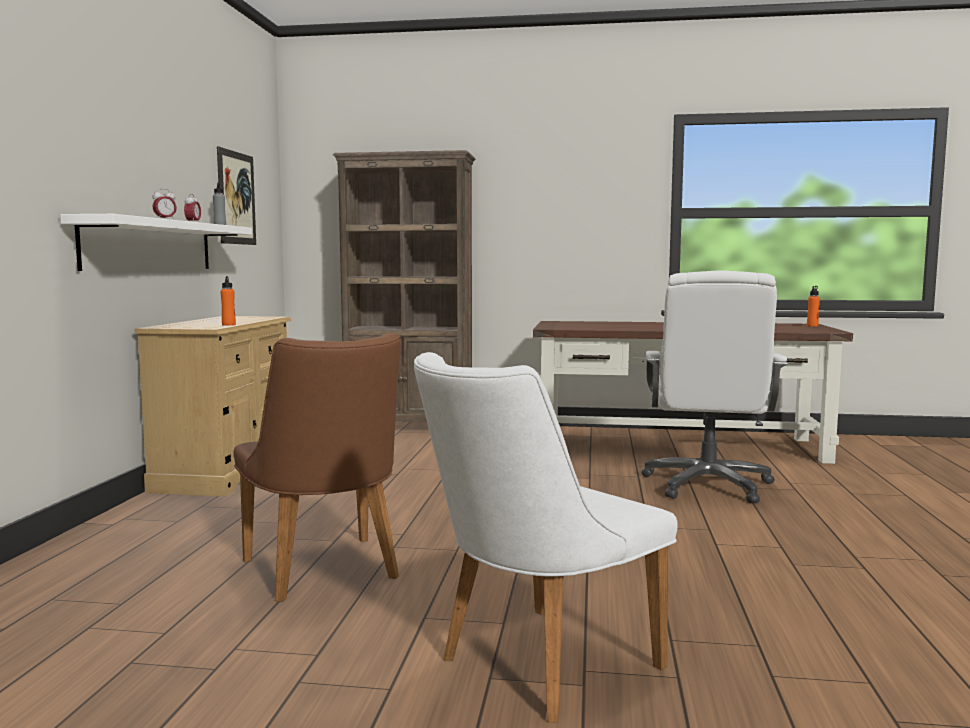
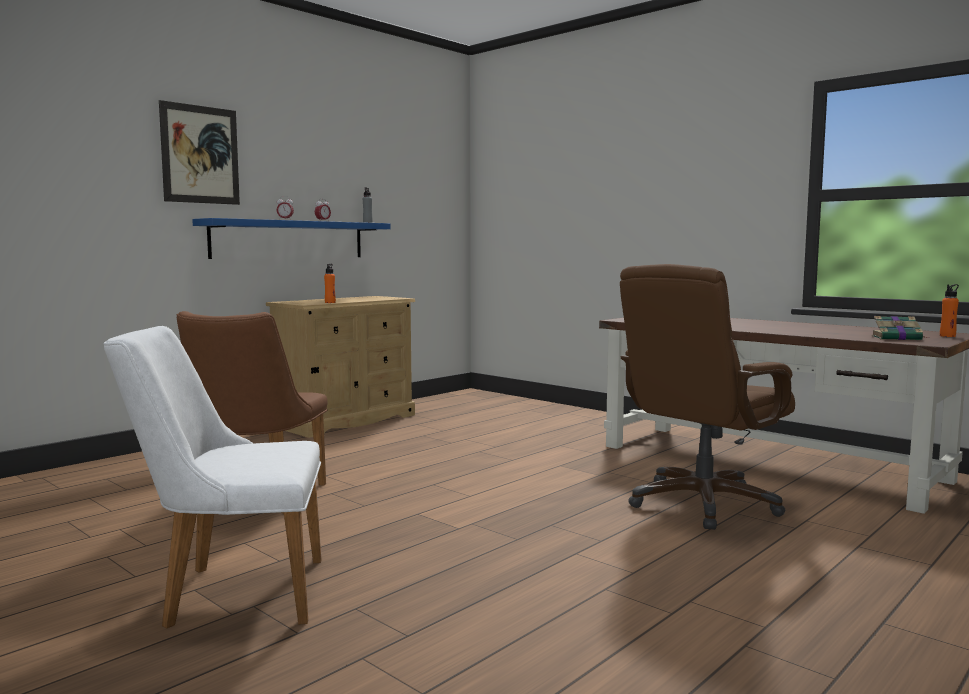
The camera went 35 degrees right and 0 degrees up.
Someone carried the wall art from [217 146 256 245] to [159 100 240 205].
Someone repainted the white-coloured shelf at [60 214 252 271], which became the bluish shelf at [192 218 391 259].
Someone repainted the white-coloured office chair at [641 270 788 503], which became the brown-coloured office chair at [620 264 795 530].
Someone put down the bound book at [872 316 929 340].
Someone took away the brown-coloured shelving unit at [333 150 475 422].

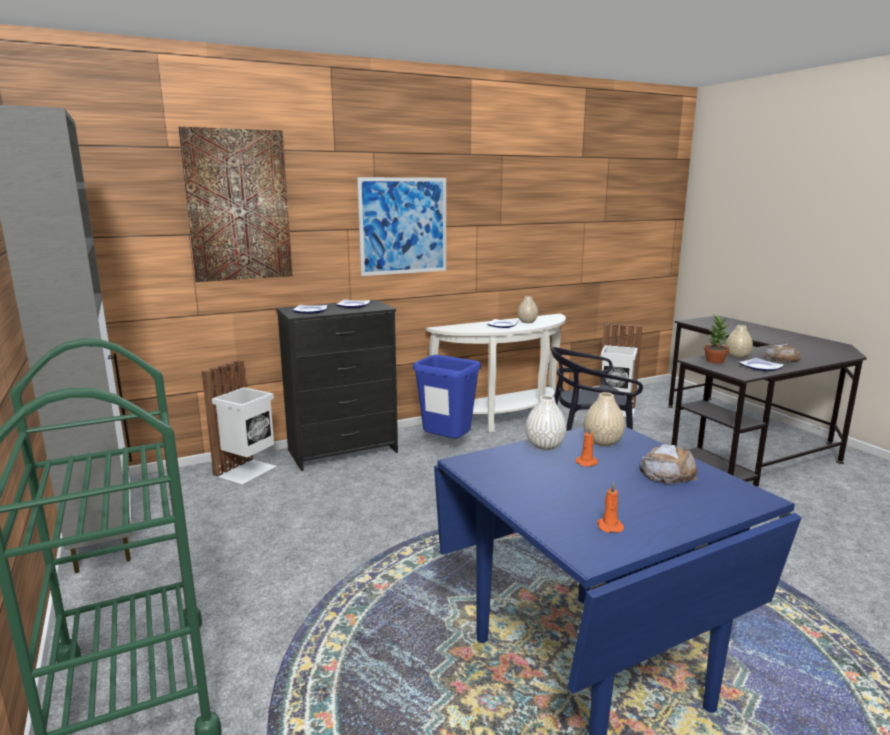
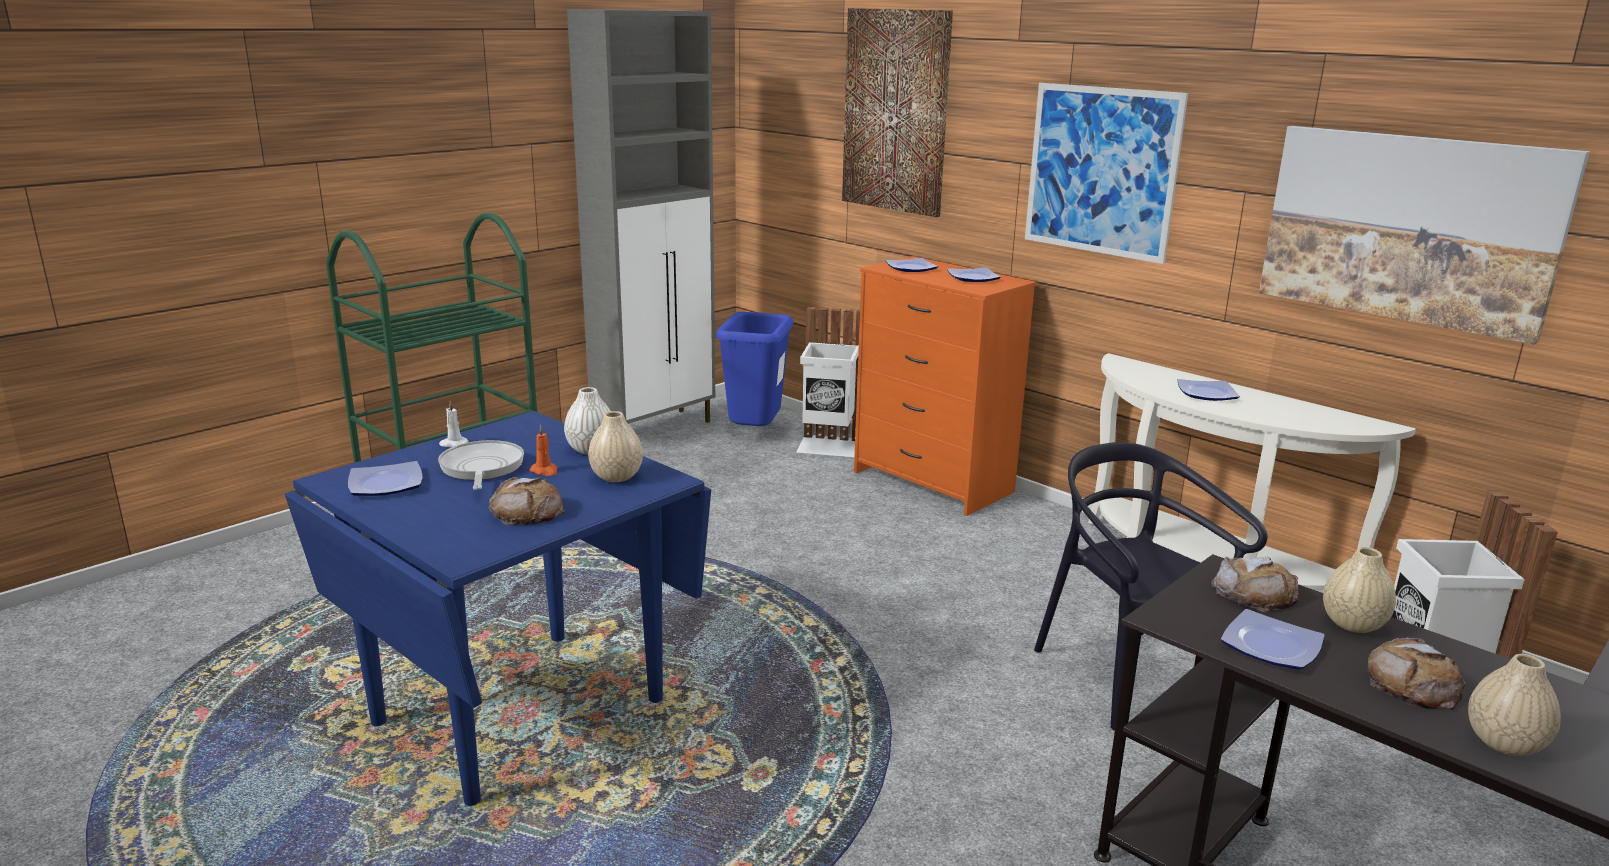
The camera went 70 degrees right and 5 degrees up.
Someone swapped the orangey wax candle at [597 481 624 532] for the dinner plate at [348 461 423 496].
Someone put down the skillet at [438 440 524 490].
Someone put down the white-coloured wax candle at [439 400 469 447].
Someone carried the bluish waste bin from [413 355 481 438] to [716 312 793 426].
Someone repainted the blackish drawer chest at [276 300 398 471], which became the orangey drawer chest at [854 256 1037 516].
Someone swapped the houseplant at [704 314 730 364] for the bakery bread at [1211 557 1298 612].
Someone put up the wall art at [1259 126 1590 345].
Someone carried the beige flower vase from [517 296 538 323] to [1468 654 1561 756].

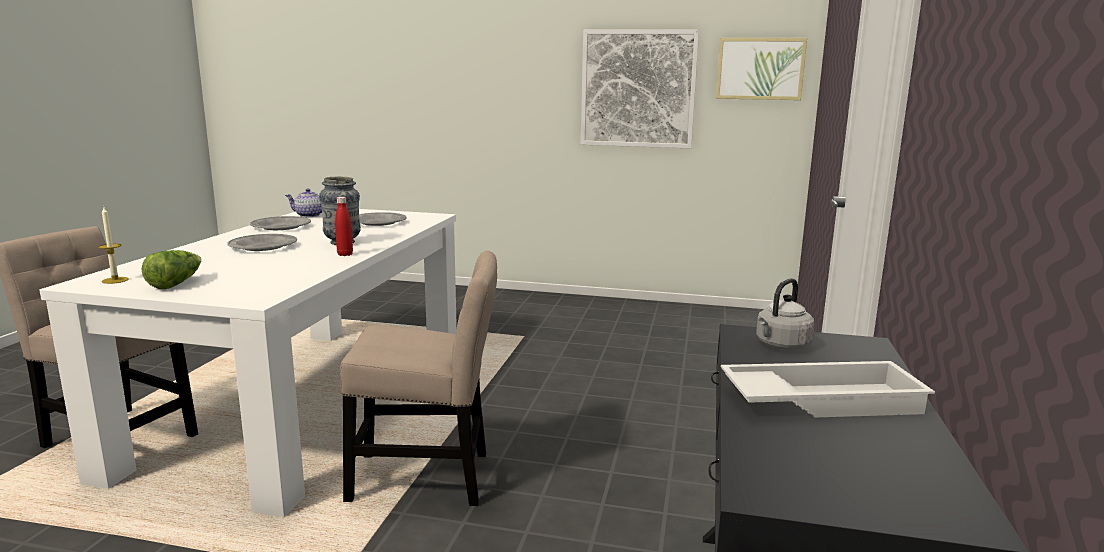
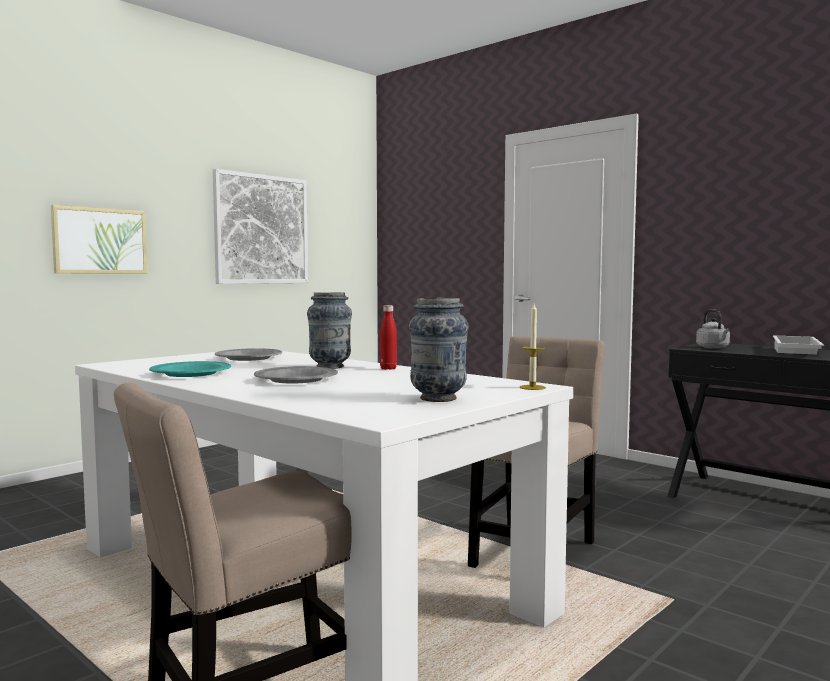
The camera went 60 degrees left and 10 degrees down.
Someone carried the wall art from [716 38 807 100] to [51 205 147 274].
Someone repainted the grey dinner plate at [250 216 311 230], which became the blue-green dinner plate at [149 361 231 377].
Someone swapped the lettuce head at [141 250 201 289] for the flower vase at [409 298 469 402].
Someone carried the wax candle from [98 207 129 284] to [519 304 546 390].
Someone took away the pot for tea at [285 189 322 217].

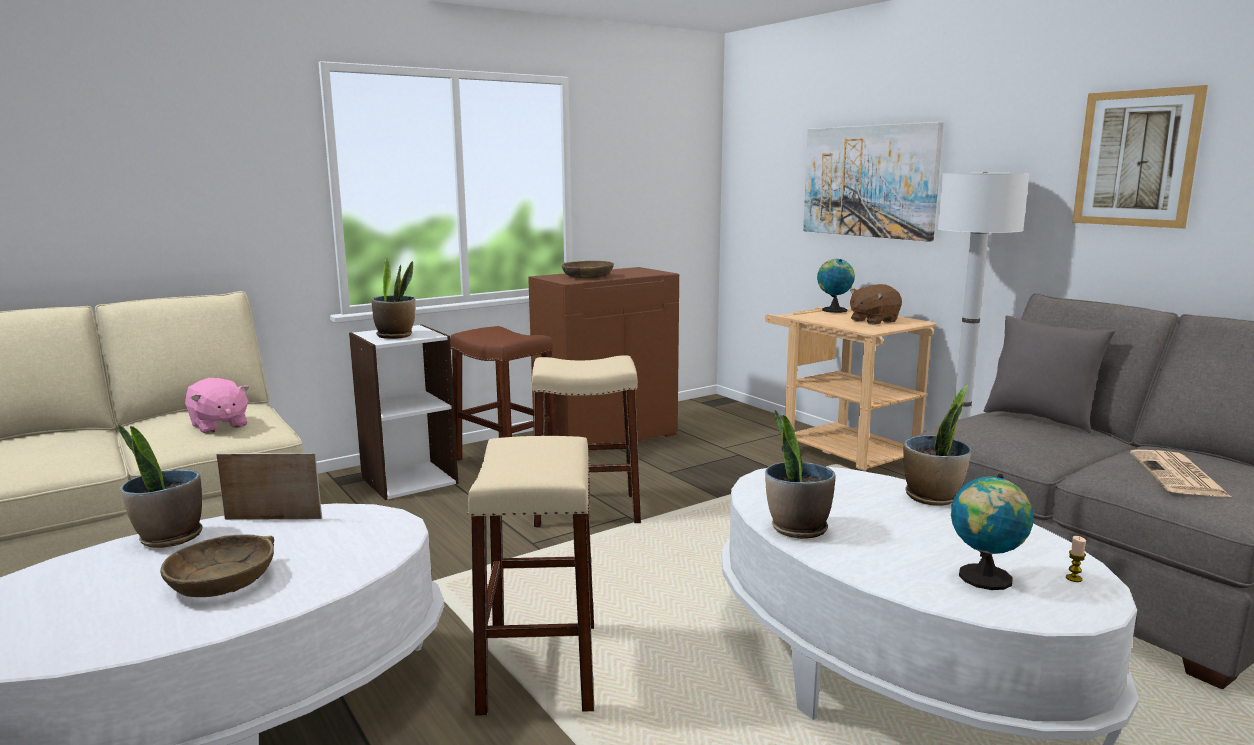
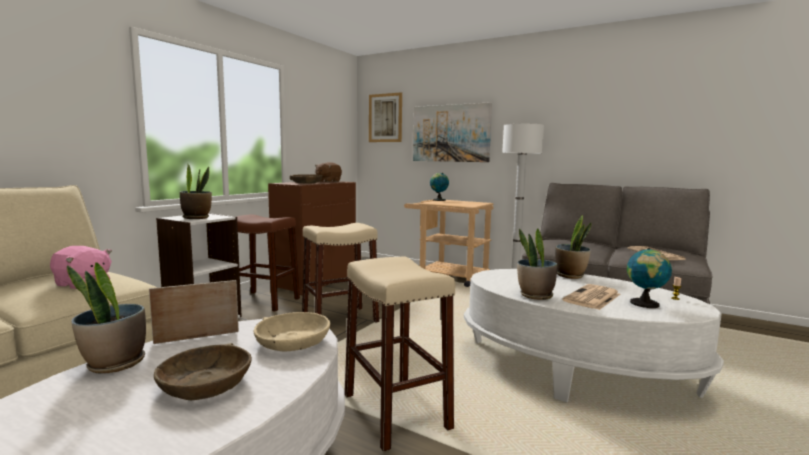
The camera went 25 degrees left and 5 degrees down.
Someone put down the beige deep dish at [253 312 330 351].
Someone carried the brown-coloured plush toy from [850 284 902 325] to [315 162 342 182].
Someone carried the wall art from [1072 85 1208 229] to [369 92 402 142].
Someone put down the printed paper at [562 284 620 310].
Someone took away the grey pillow at [984 315 1116 433].

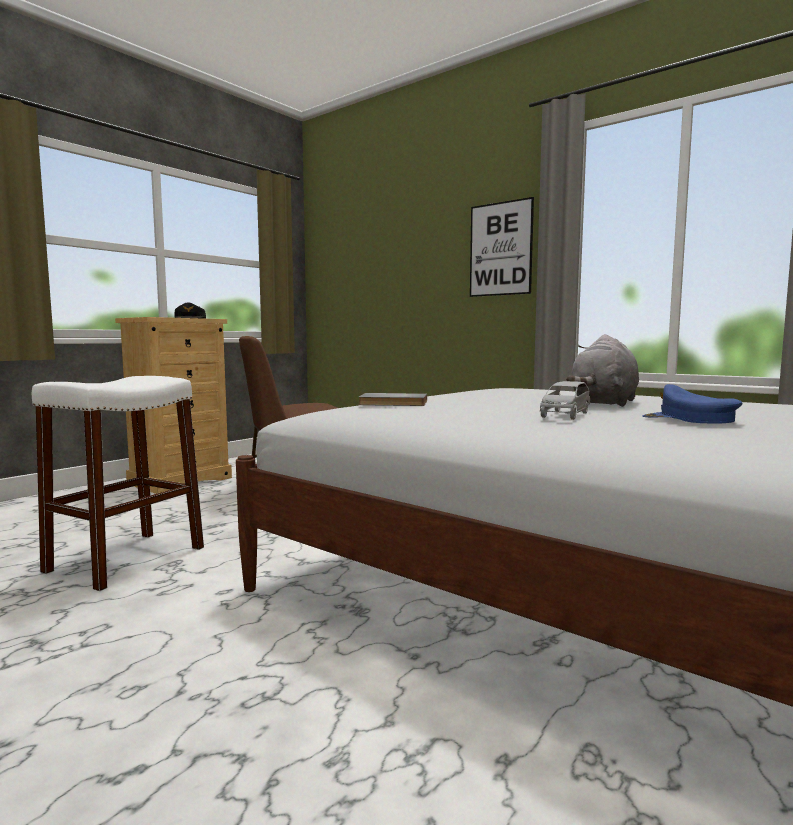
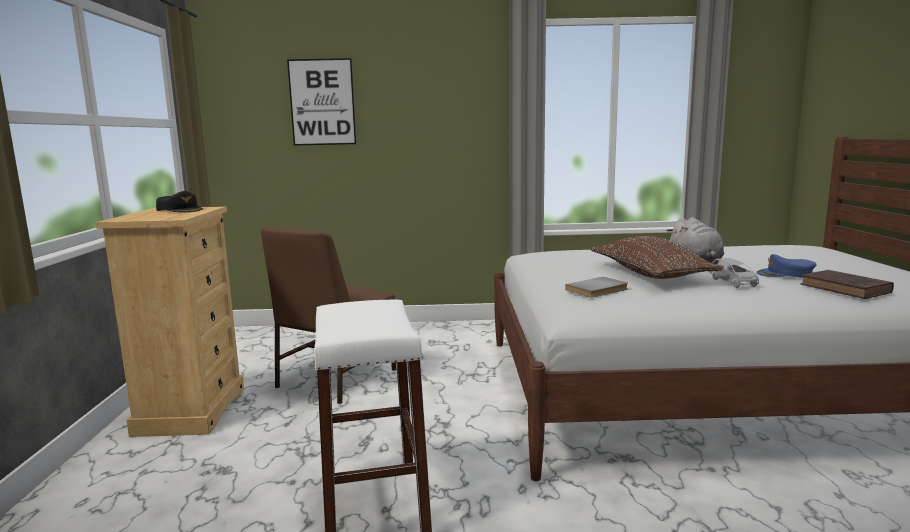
The camera went 40 degrees left and 5 degrees up.
Someone carried the wall art from [470 197 534 297] to [287 58 356 146].
Someone put down the brown-coloured pillow at [591 236 724 279].
Someone put down the brown-coloured bound book at [801 270 894 299].

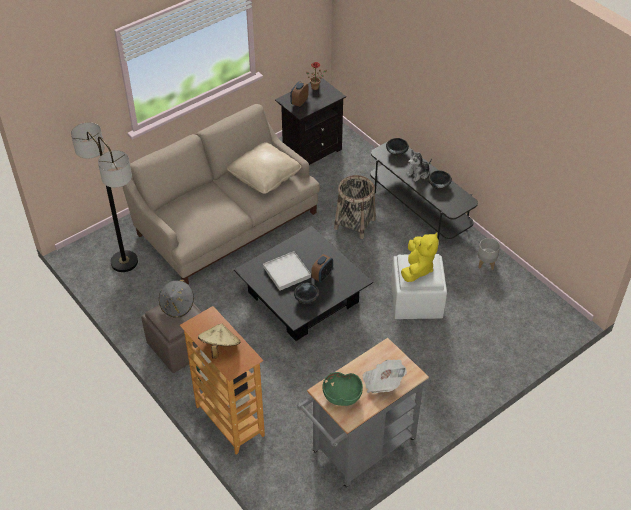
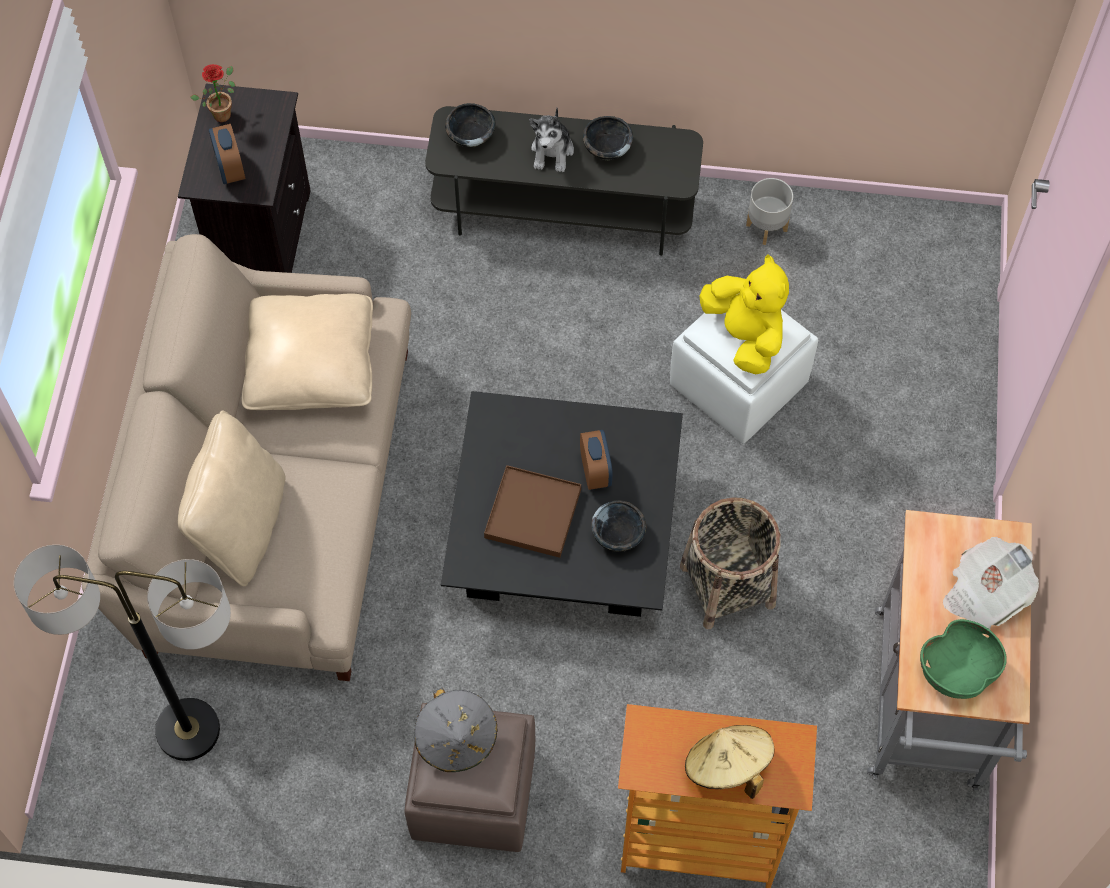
The camera went 45 degrees left and 15 degrees up.
Someone put down the beige pillow at [178 411 285 586].
Someone repainted the white-coloured carrying tray at [263 251 311 291], which became the brown-coloured carrying tray at [484 465 581 558].
Someone carried the household basket from [334 175 376 239] to [680 497 781 629].

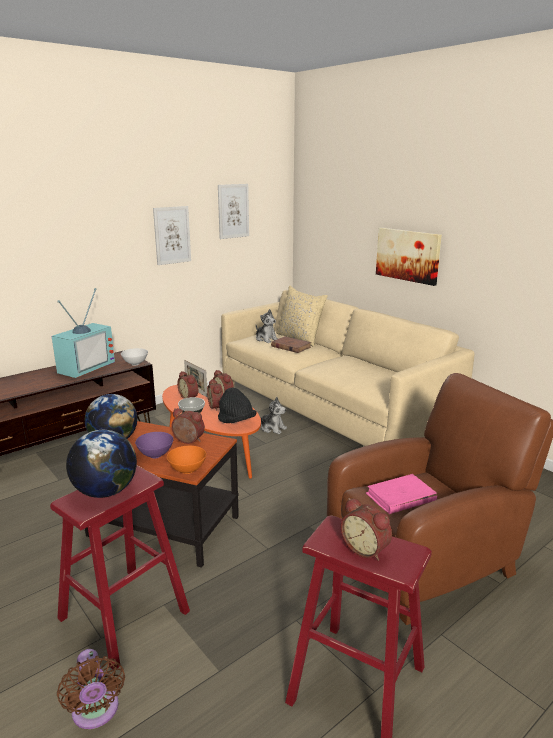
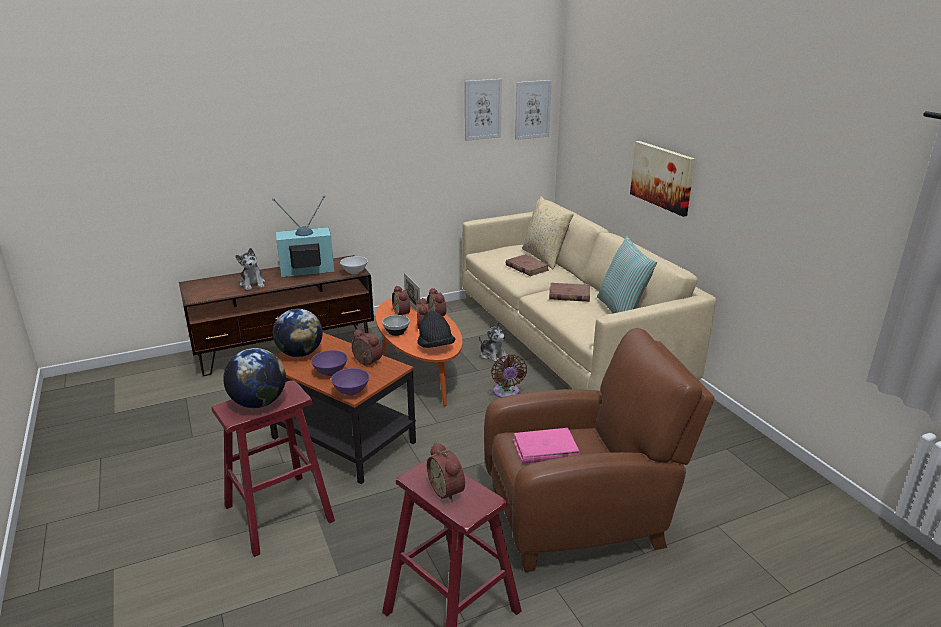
The camera went 15 degrees right and 5 degrees up.
Someone carried the plush toy from [256 309 278 343] to [235 248 265 290].
Someone rotated the TV set at [52 288 115 378] by 150 degrees counterclockwise.
Someone repainted the orangey deep dish at [167 446 206 474], which became the purple deep dish at [331 368 369 396].
Someone carried the brown-coloured fan from [57 649 125 729] to [491 354 527 398].
Someone carried the wall art from [153 206 191 265] to [515 80 552 140].
Someone put down the brown-coloured bound book at [549 283 590 302].
Someone put down the pillow at [597 236 657 314].

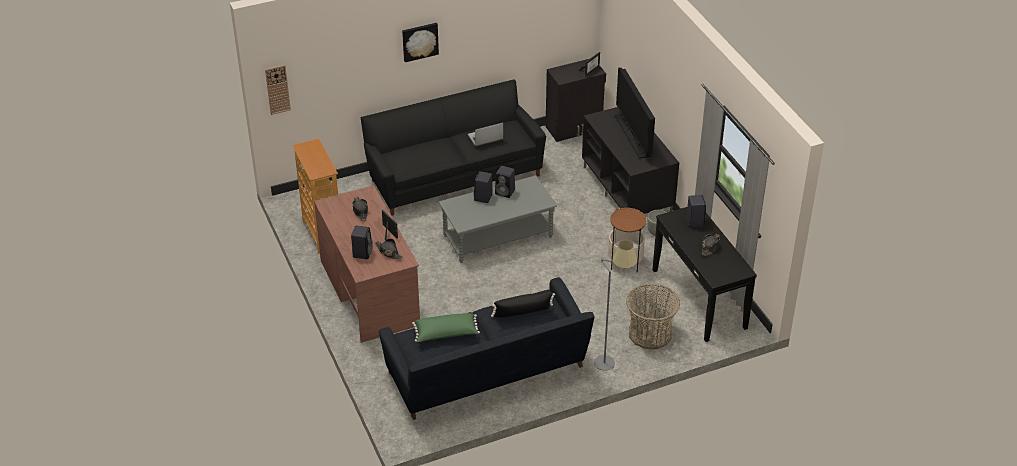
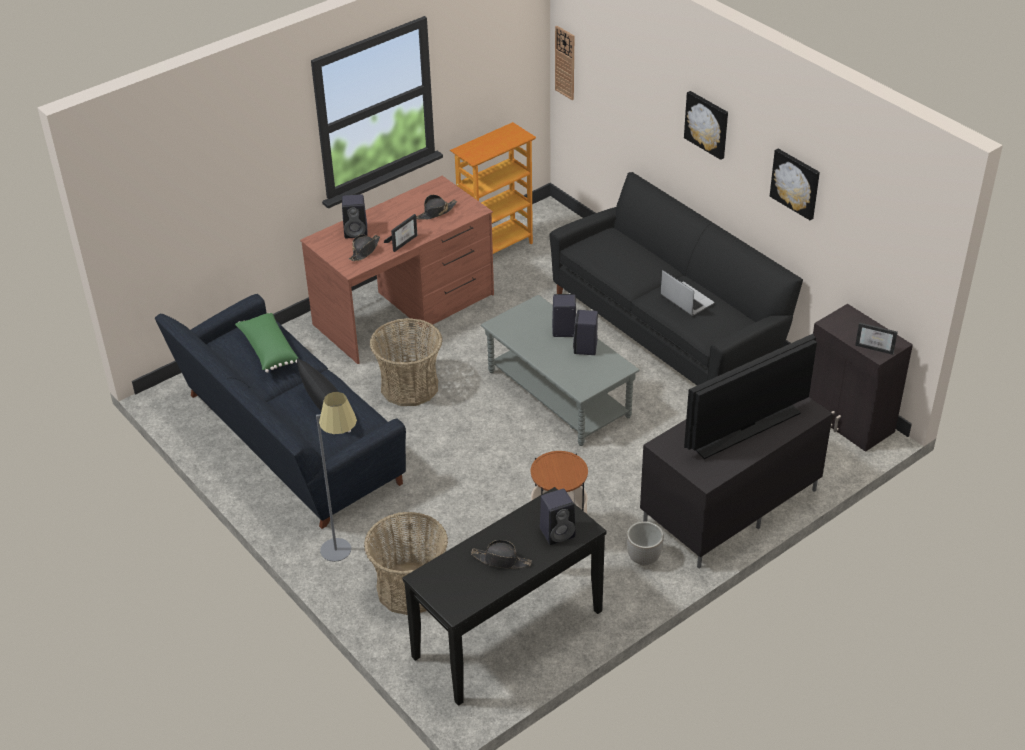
The camera went 75 degrees right and 0 degrees up.
Someone put down the household basket at [370 318 442 406].
Someone put up the wall art at [770 149 820 220].

